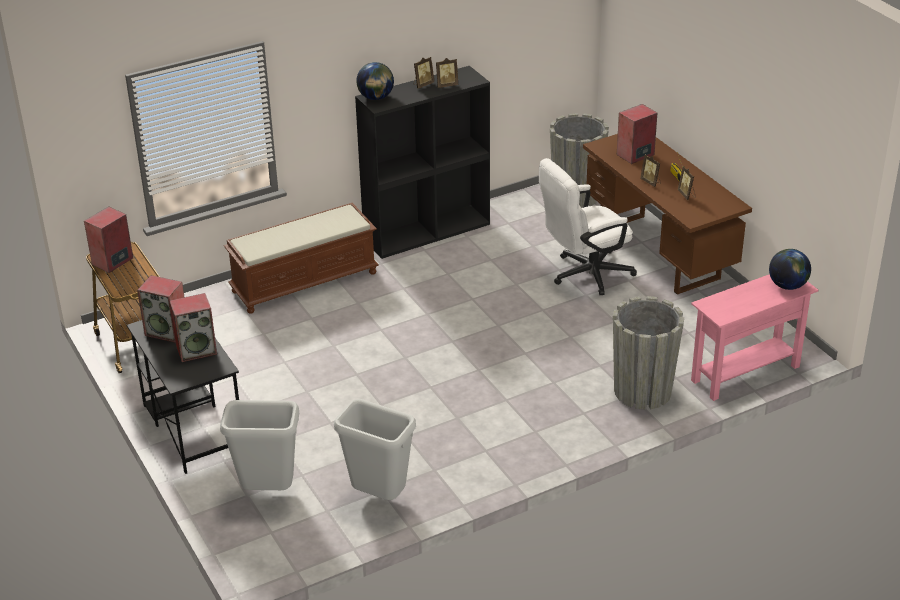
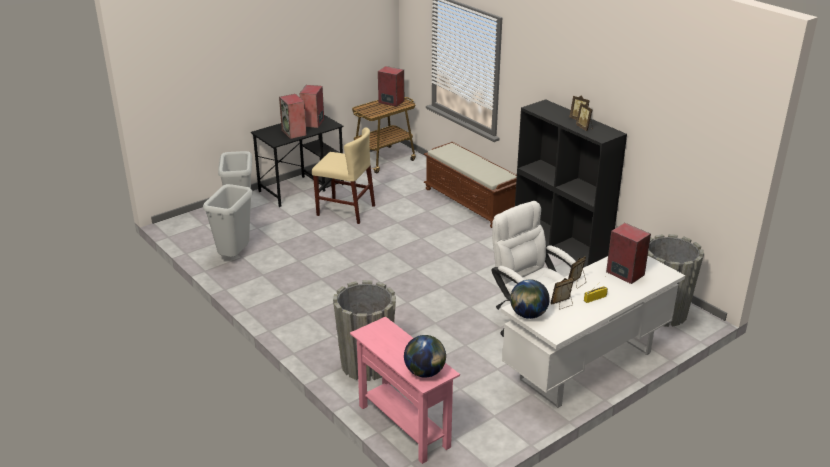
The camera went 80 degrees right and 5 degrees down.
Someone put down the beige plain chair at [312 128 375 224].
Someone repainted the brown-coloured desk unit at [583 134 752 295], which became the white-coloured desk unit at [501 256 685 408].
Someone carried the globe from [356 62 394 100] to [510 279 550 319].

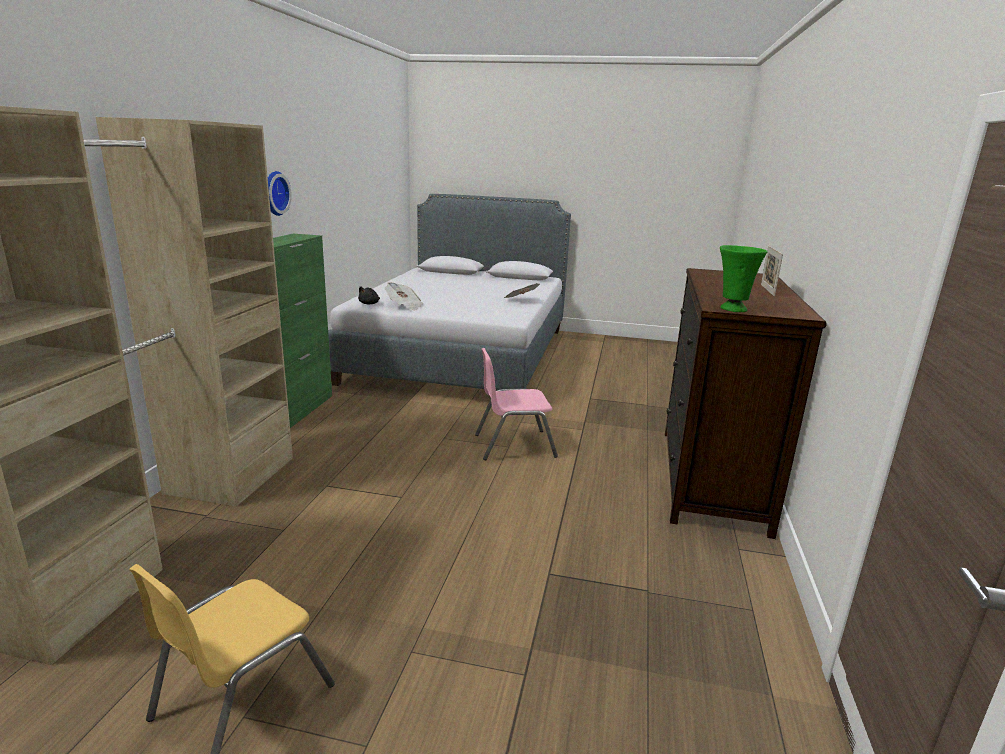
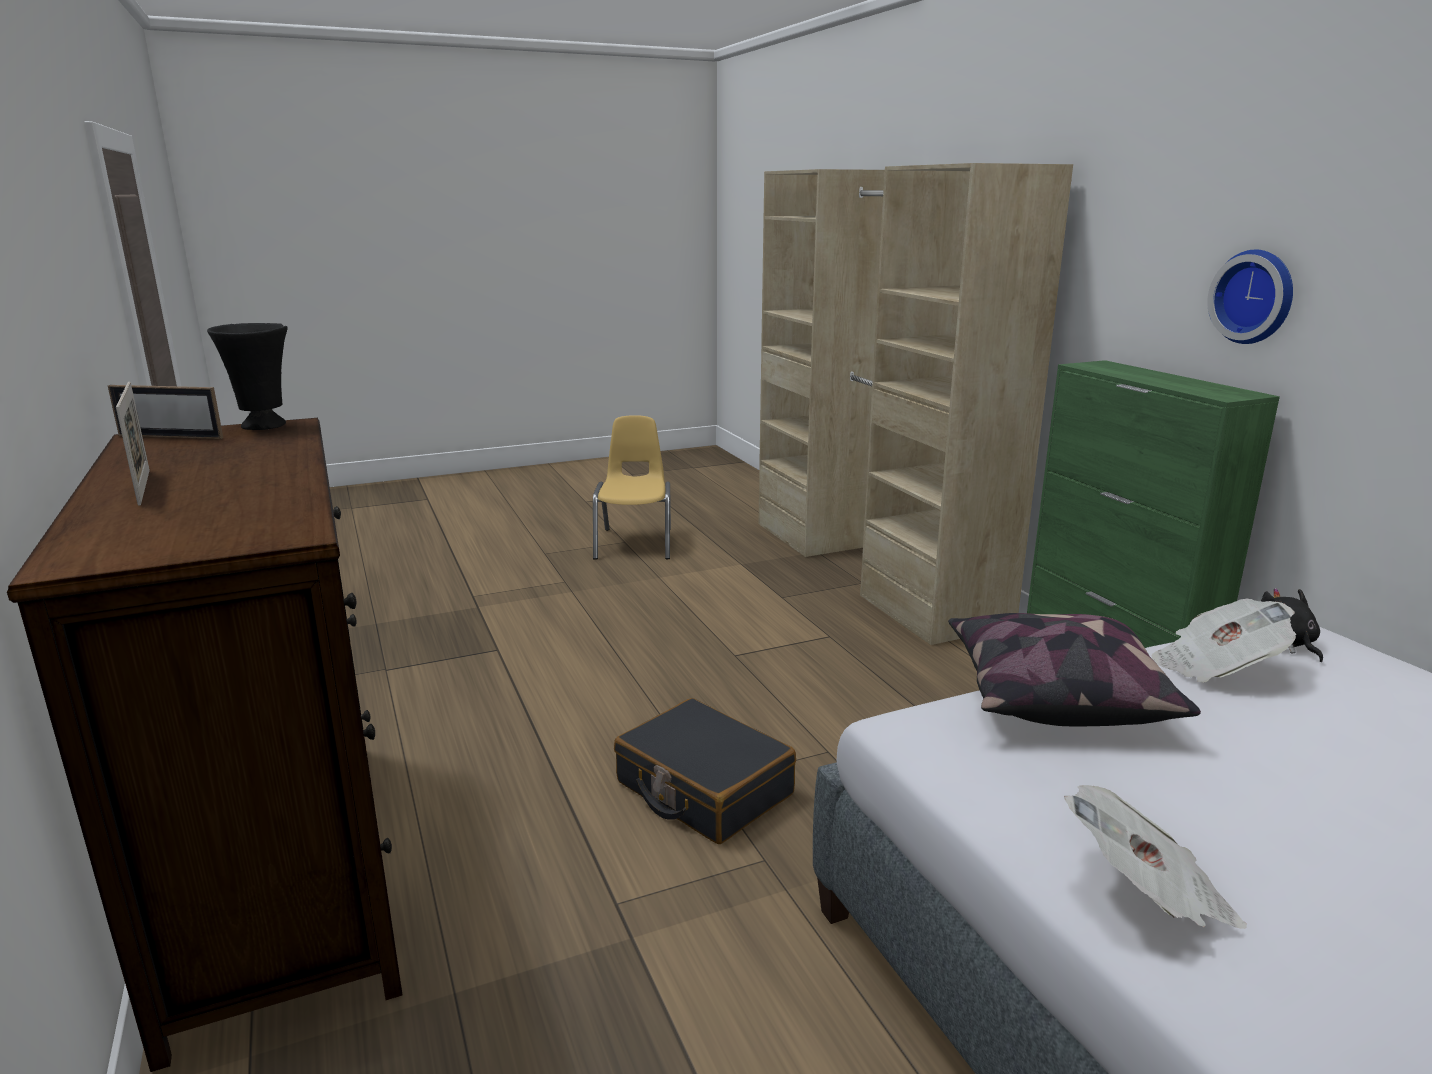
The camera went 145 degrees right and 0 degrees up.
Someone put down the standing frame at [108 385 223 439].
Someone repainted the green flower vase at [720 245 768 312], which became the blackish flower vase at [207 323 287 430].
Someone swapped the pink-coloured plain chair at [475 348 558 460] for the blackish piece of luggage at [614 698 796 844].
Someone put down the pillow at [948 613 1201 727].

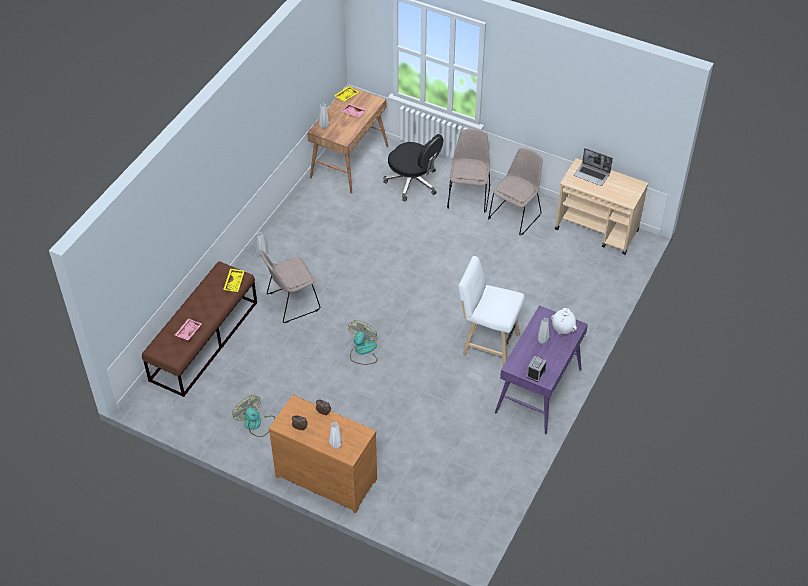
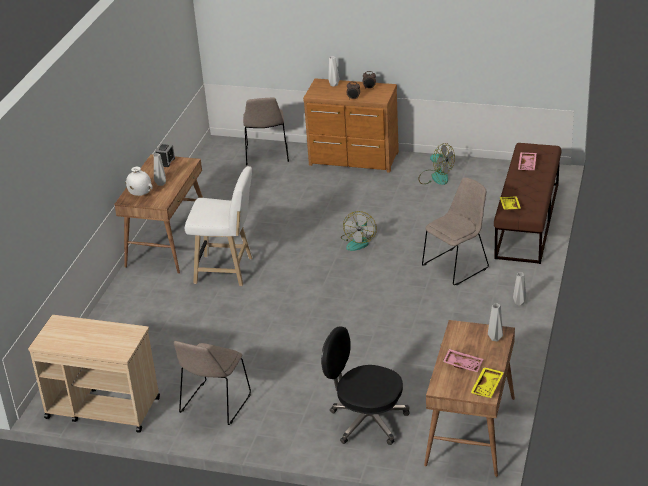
The camera went 170 degrees right and 15 degrees down.
Someone repainted the purple desk unit at [495 305 588 434], which became the brown-coloured desk unit at [114 154 203 274].
Someone carried the beige plain chair from [447 129 490 213] to [243 98 289 165].
Someone took away the portable computer at [574 148 613 186].

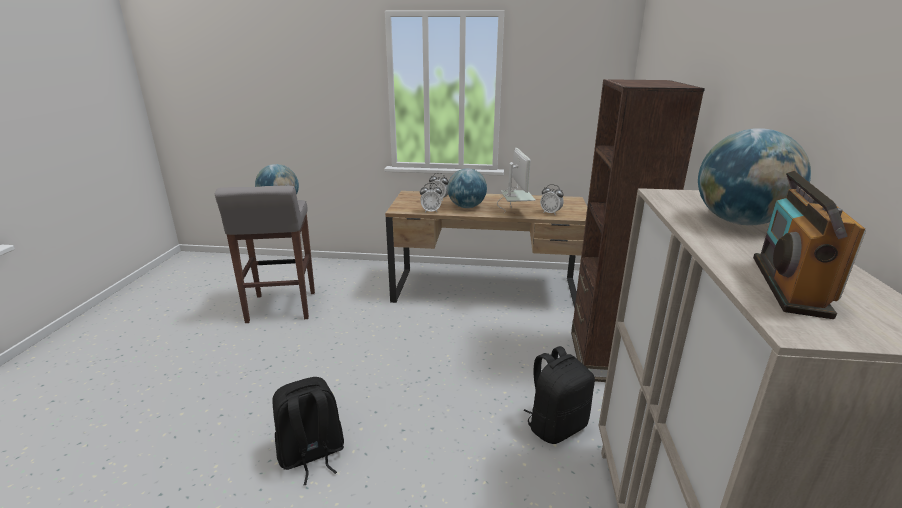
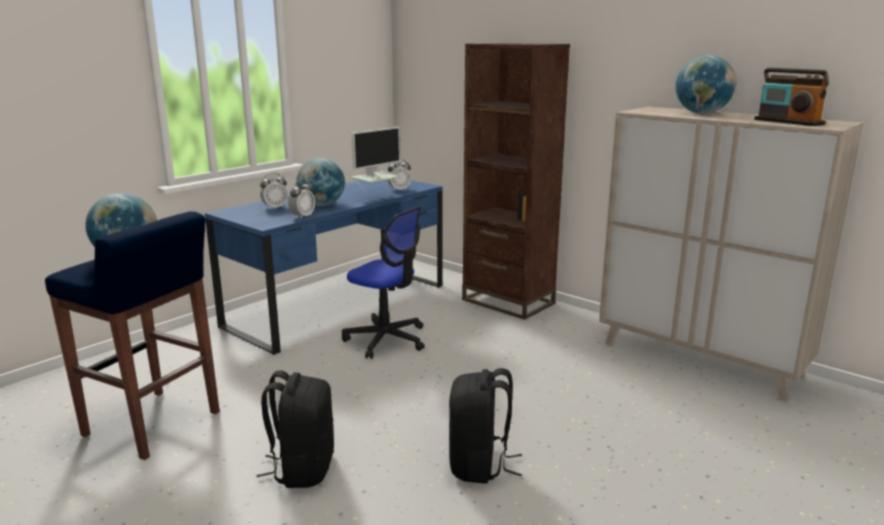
The camera went 55 degrees left and 5 degrees down.
Someone repainted the grey stool seat at [215 186 315 323], which became the bluish stool seat at [45 211 220 460].
Someone repainted the brown-coloured desk unit at [385 191 587 309], which became the bluish desk unit at [205 180 442 355].
Someone carried the blackish rucksack from [524 346 595 444] to [257 370 334 488].
Someone put down the office chair at [342 207 425 359].
Someone rotated the computer display at [497 148 535 213] by 105 degrees clockwise.

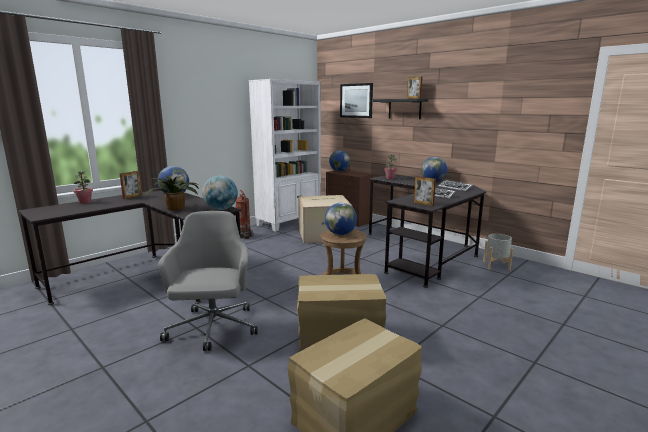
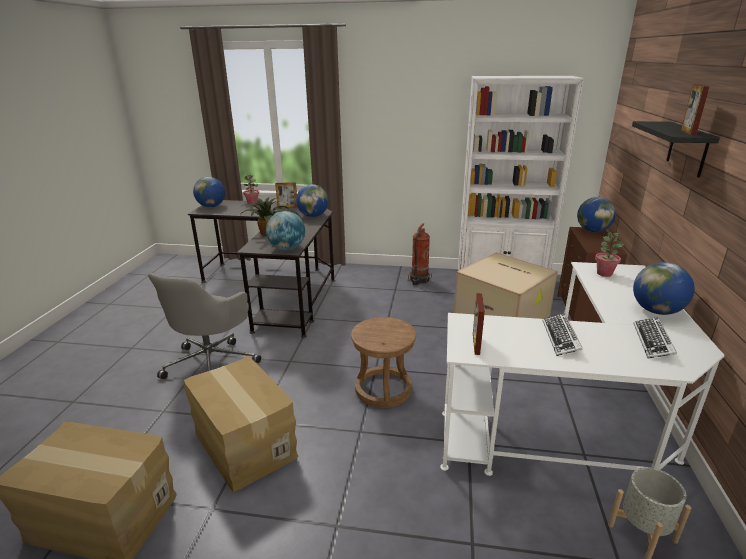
The camera went 55 degrees right and 10 degrees up.
Someone rotated the grey office chair at [158 211 258 351] by 150 degrees clockwise.
Someone carried the globe from [325 203 357 235] to [193 177 225 207].
Someone repainted the blackish desk unit at [368 174 486 288], which became the white-coloured desk unit at [440 262 725 476].
Someone took away the wall art at [340 83 373 118].

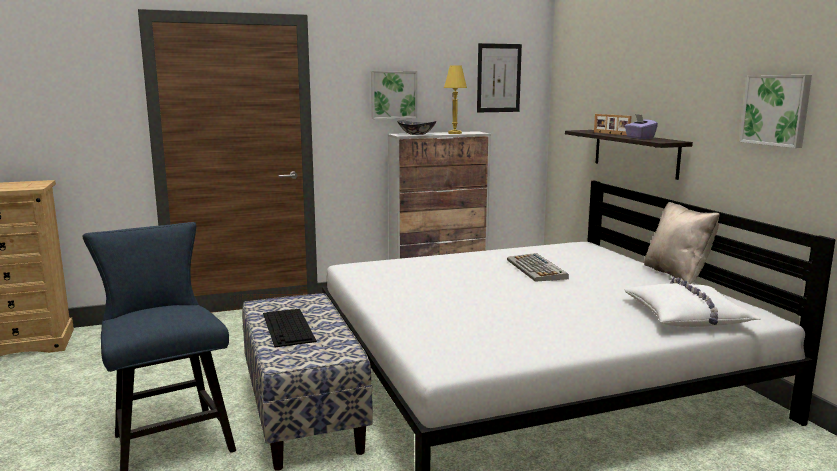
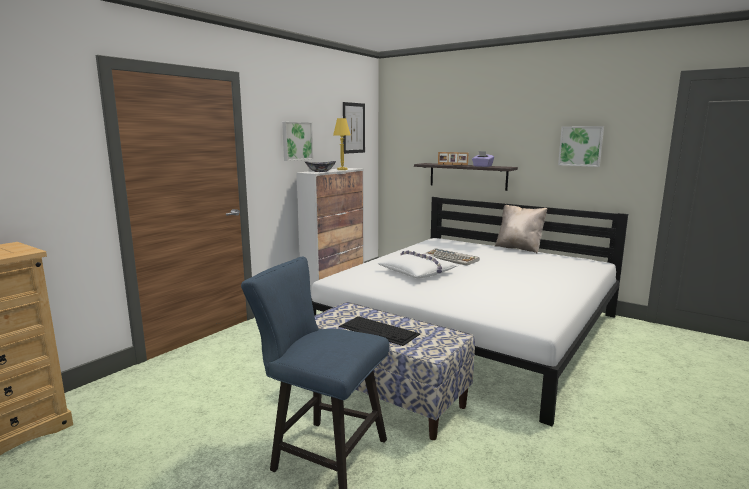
The camera went 35 degrees left and 0 degrees up.
Someone carried the white-coloured pillow from [624 278 761 327] to [378 250 459 278].

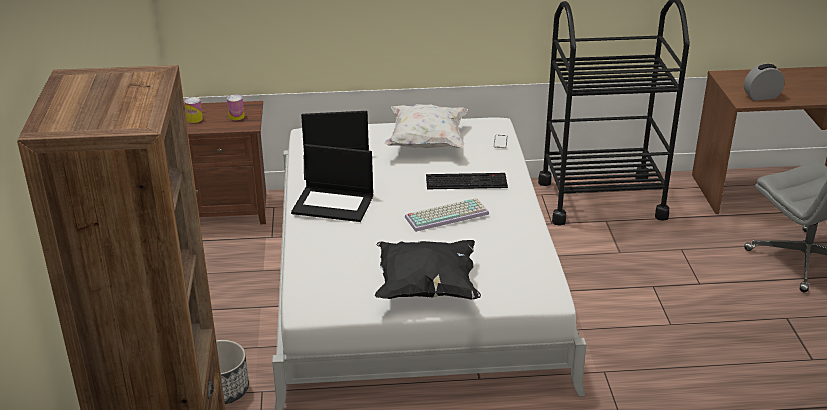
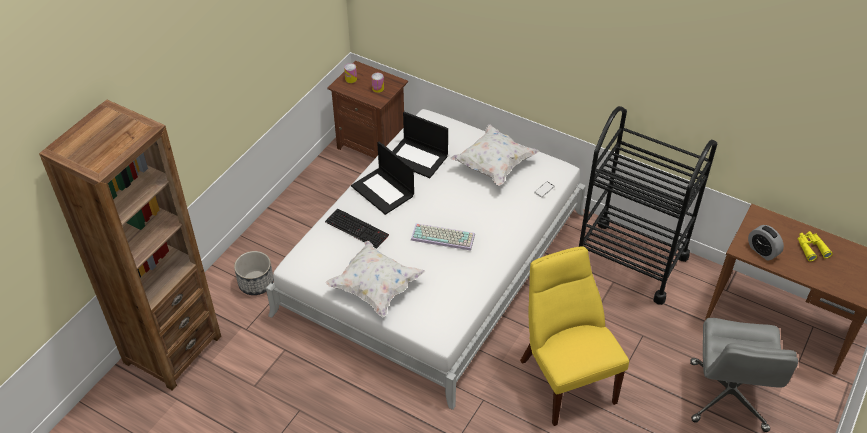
The camera went 35 degrees right and 15 degrees up.
Someone carried the keyboard from [426 173 508 189] to [325 208 389 249].
Someone repainted the blackish pillow at [375 240 481 299], which became the white-coloured pillow at [326 241 425 318].
Someone put down the yellowish plain chair at [520 246 629 426].
Someone rotated the alarm clock at [744 64 785 101] by 150 degrees counterclockwise.
Someone put down the yellowish pair of binoculars at [798 231 833 262].

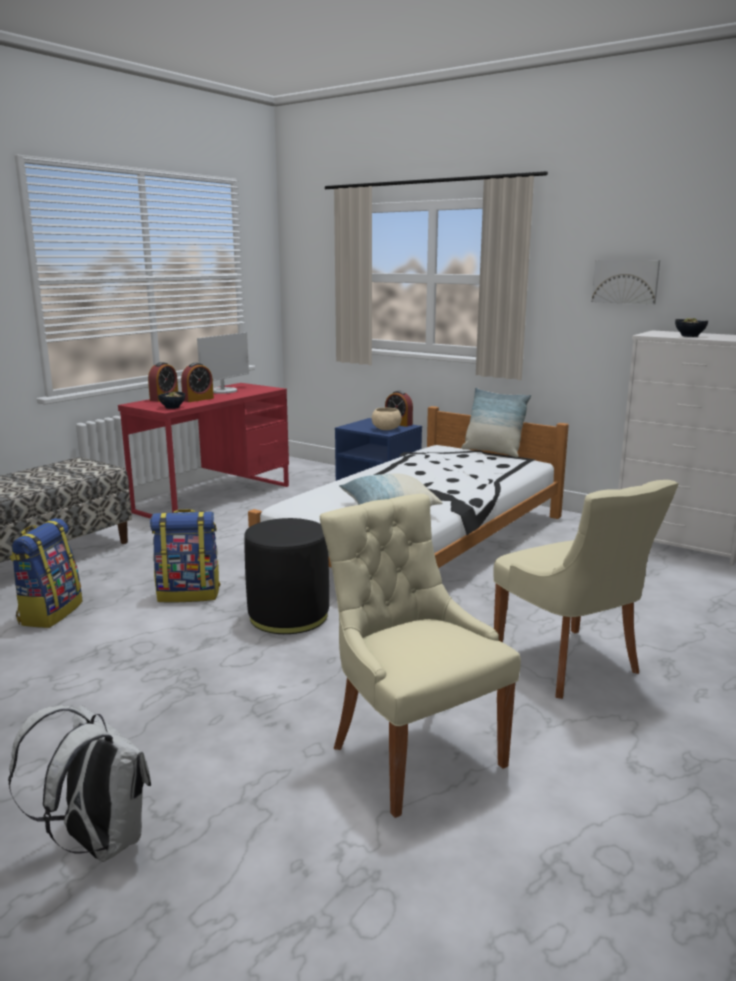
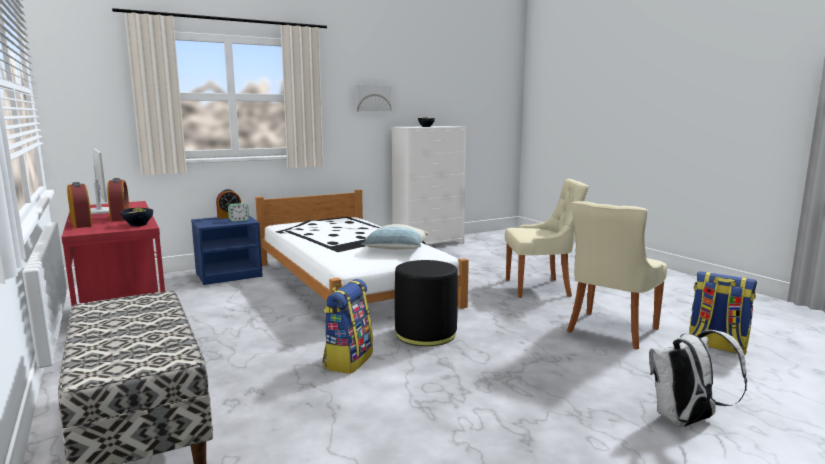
The camera went 65 degrees left and 5 degrees down.
Someone swapped the beige deep dish at [372 407 402 430] for the alarm clock at [228 203 249 222].
Someone rotated the beige plain chair at [320 494 521 818] by 45 degrees counterclockwise.
Someone carried the rucksack from [10 518 83 628] to [689 271 757 355].
Someone took away the pillow at [461 387 531 458].

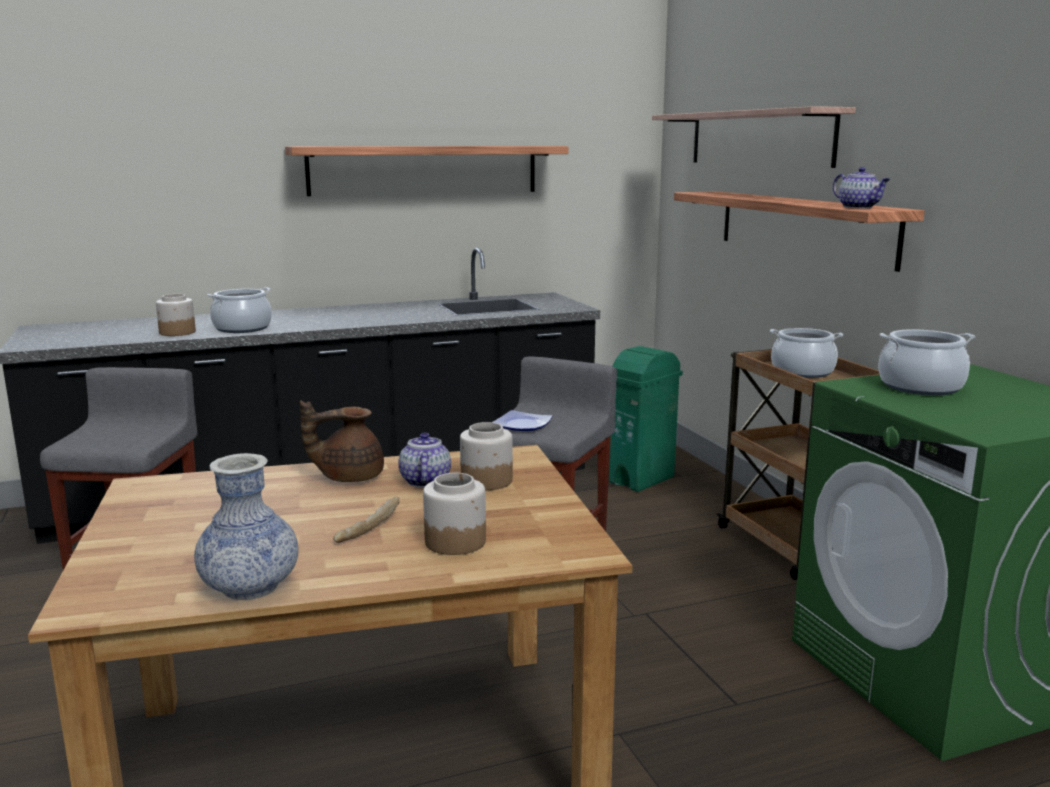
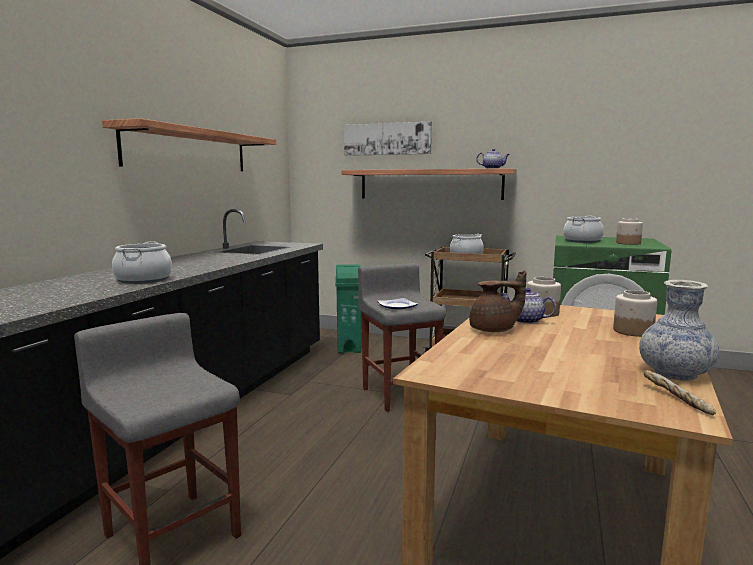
The camera went 50 degrees left and 5 degrees down.
Someone swapped the shelf at [652 106 856 168] for the wall art at [344 122 432 156].
Someone rotated the brown-coloured pot for tea at [300 400 384 482] by 120 degrees counterclockwise.
Someone carried the jar from [156 294 196 336] to [616 218 643 245].
Someone carried the bakery bread from [333 497 399 543] to [644 370 716 415].

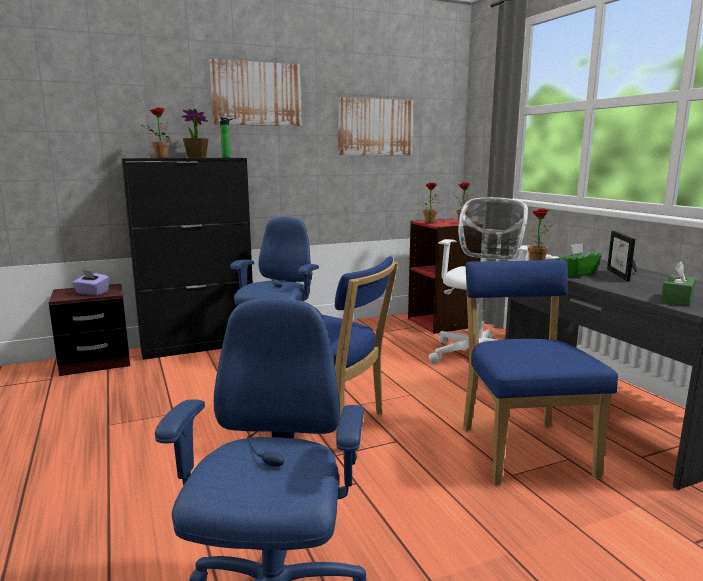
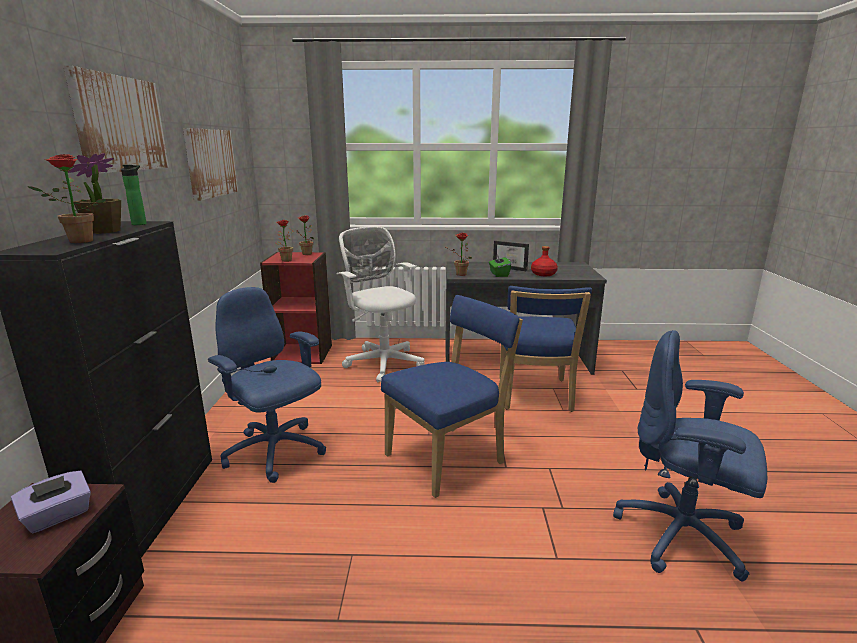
The camera went 65 degrees left and 5 degrees up.
Someone rotated the bluish plain chair at [463 260 618 485] by 105 degrees counterclockwise.
Someone put down the red-coloured drink bottle at [531 246 558 276].
Someone took away the green tissue box at [661 261 696 306].

